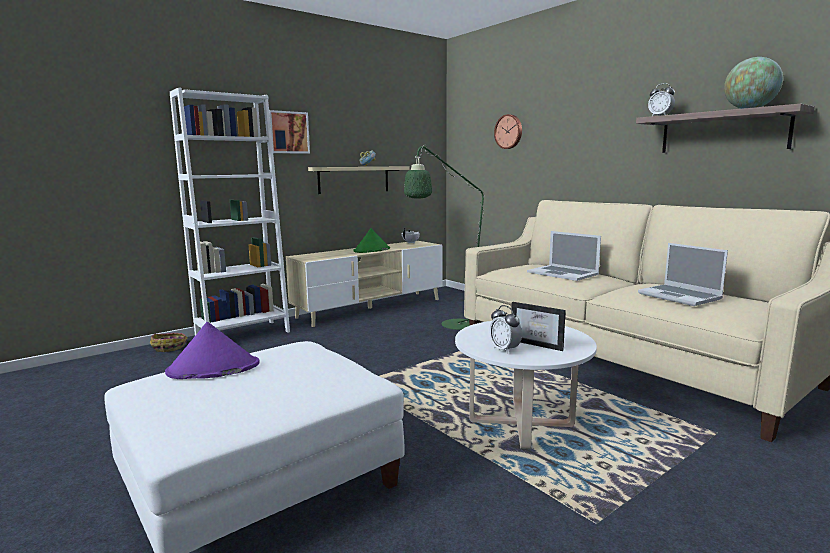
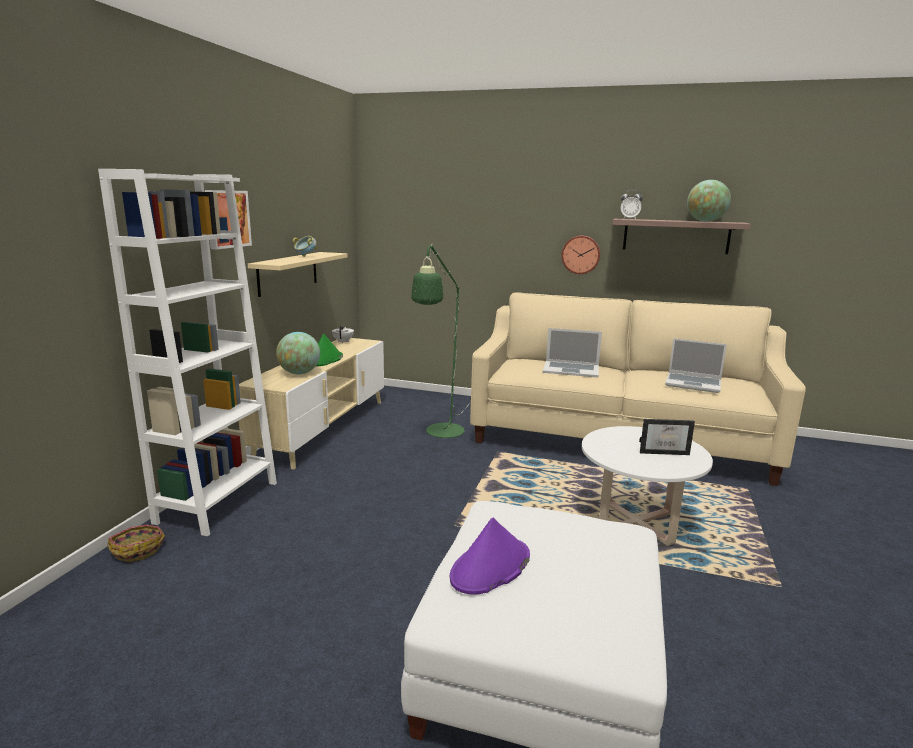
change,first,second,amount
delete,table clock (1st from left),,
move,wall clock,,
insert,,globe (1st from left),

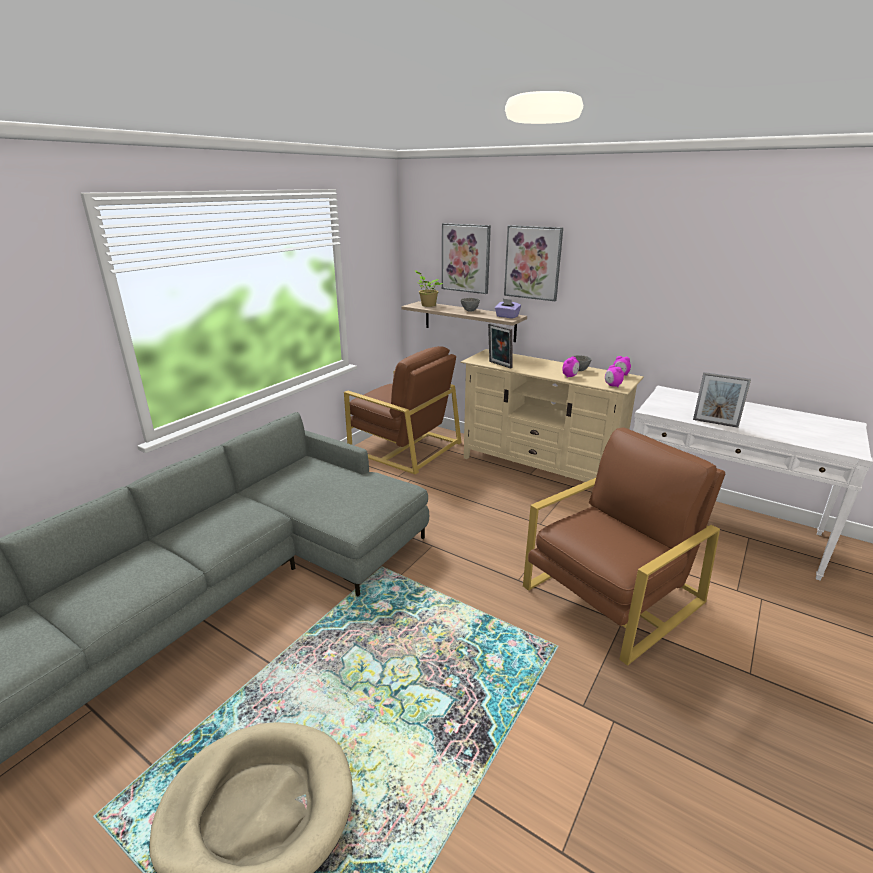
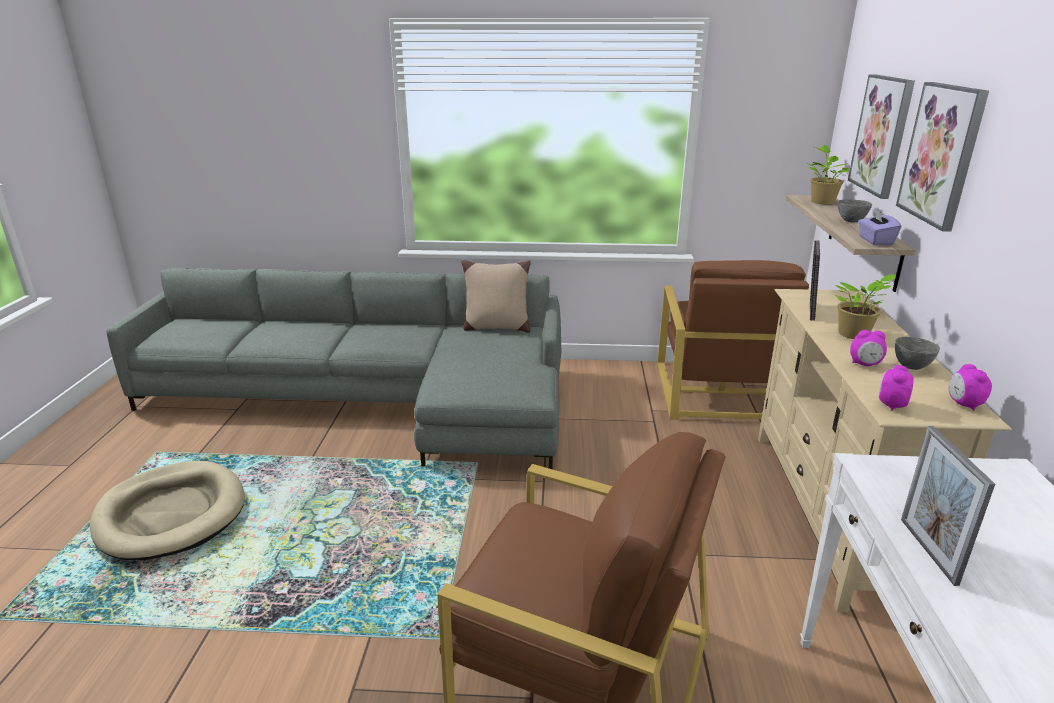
change,first,second,amount
insert,,beige-coloured cushion,
insert,,houseplant (2nd from left),

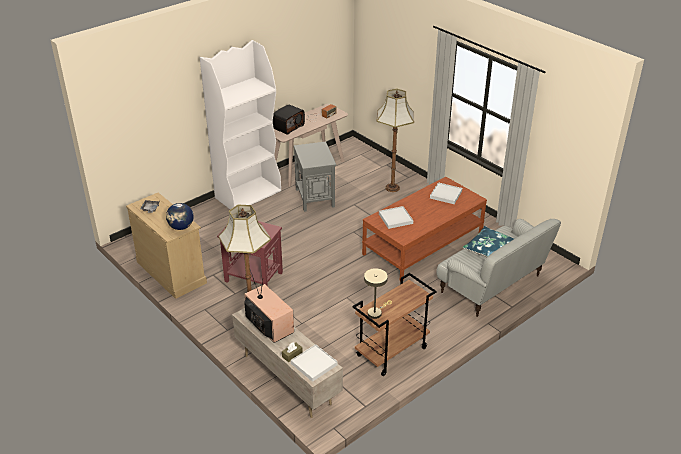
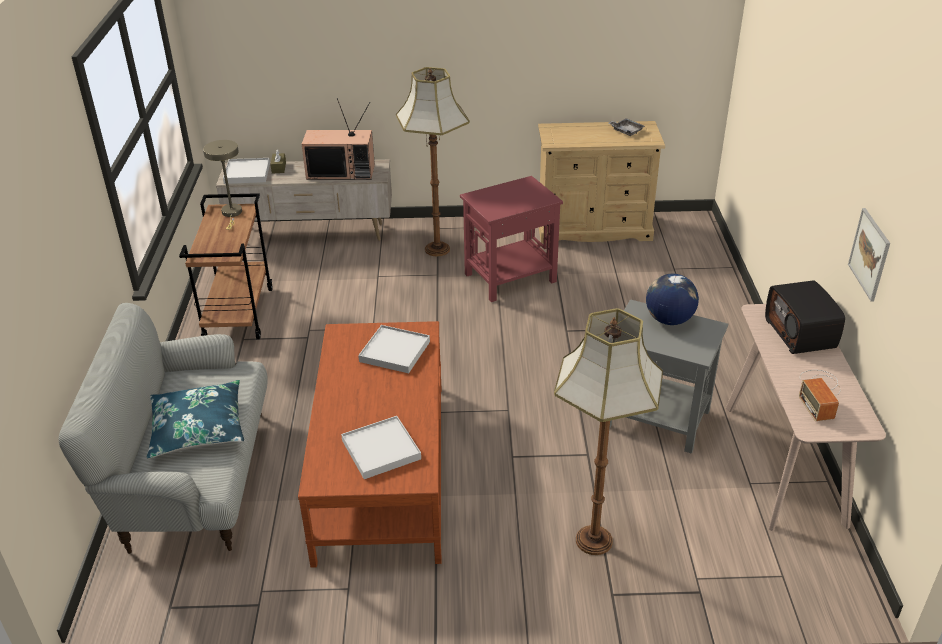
change,first,second,amount
move,globe,,
delete,whitish bookcase,,
insert,,wall picture,

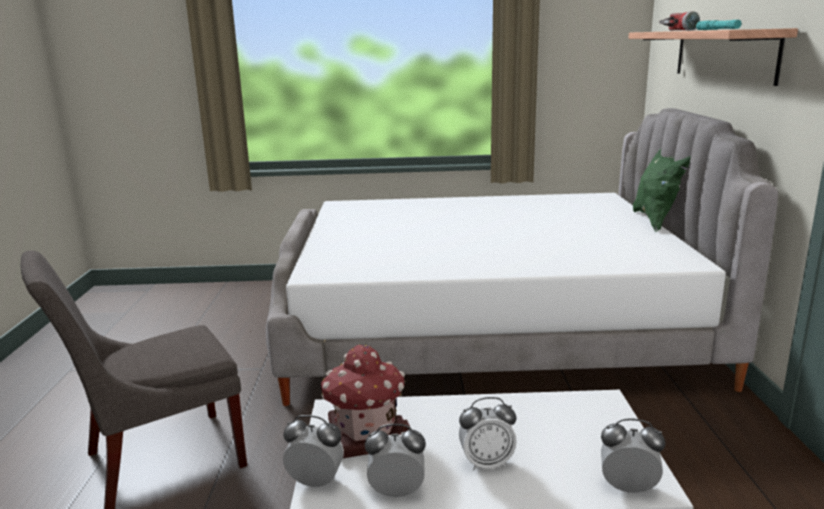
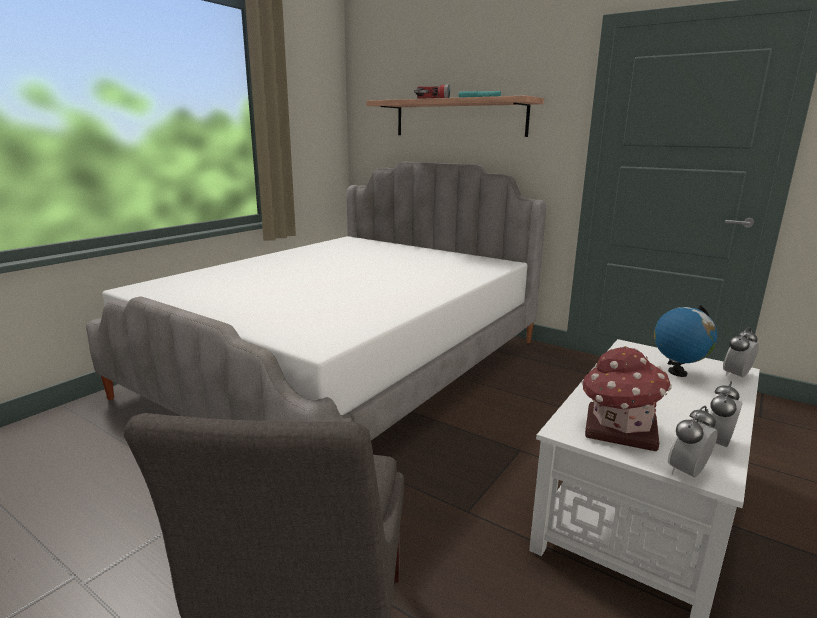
change,first,second,amount
delete,table clock (3rd from left),,
delete,greenish cushion,,
insert,,globe,

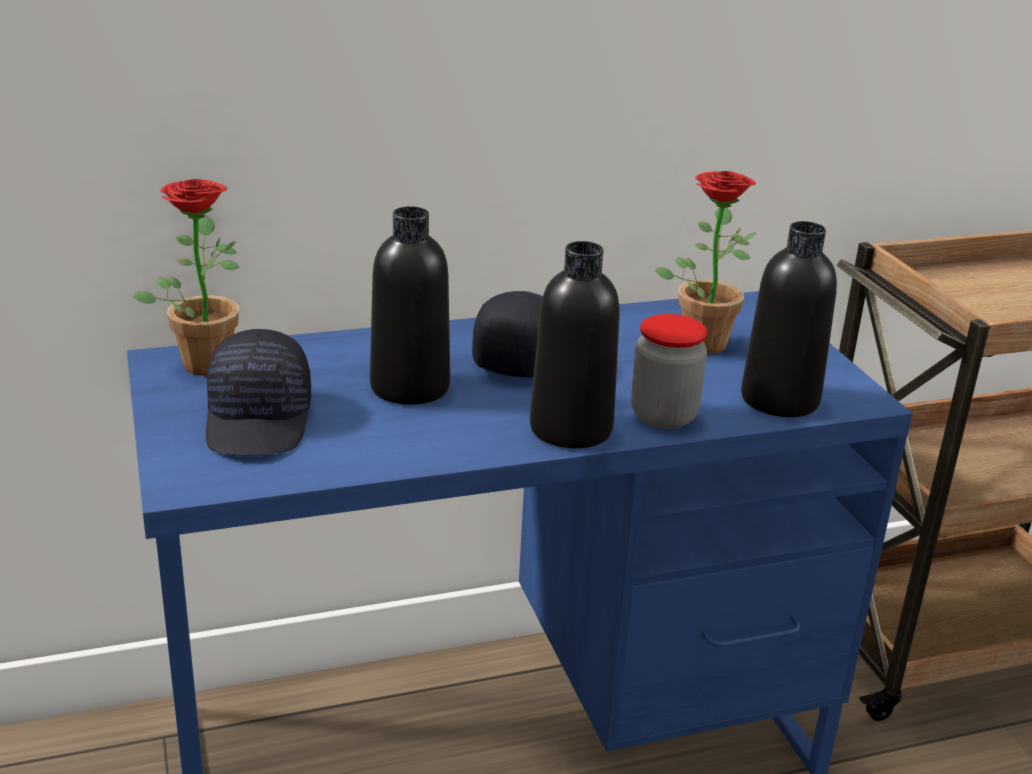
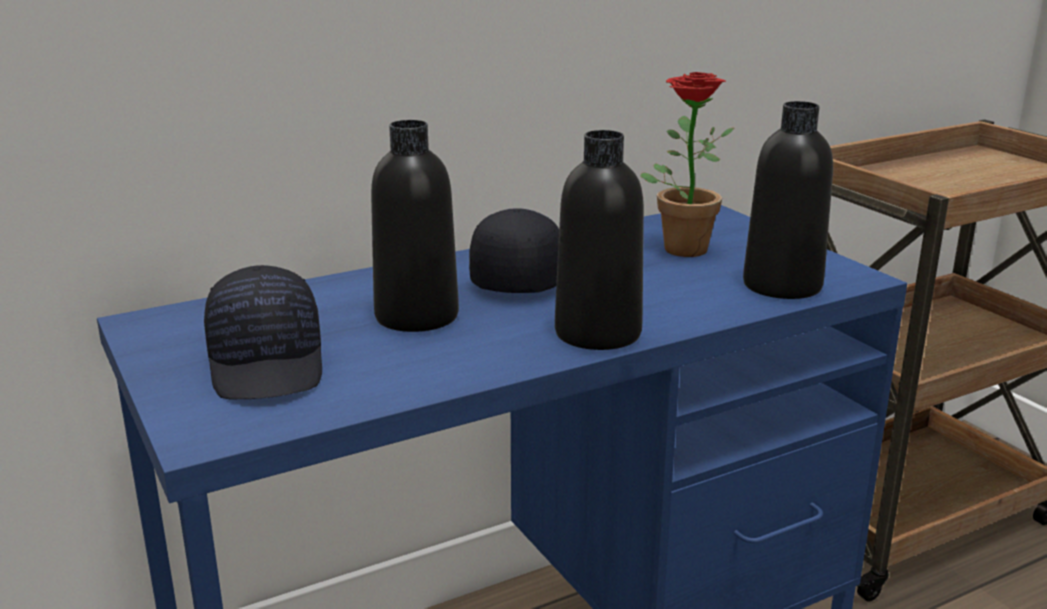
change,first,second,amount
delete,houseplant (1st from left),,
delete,jar,,

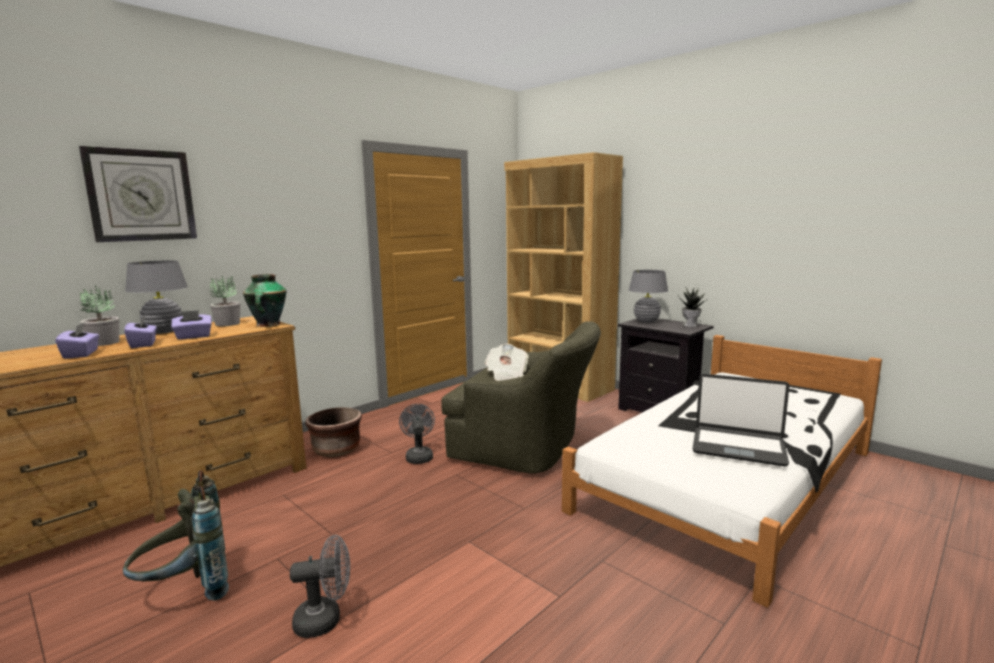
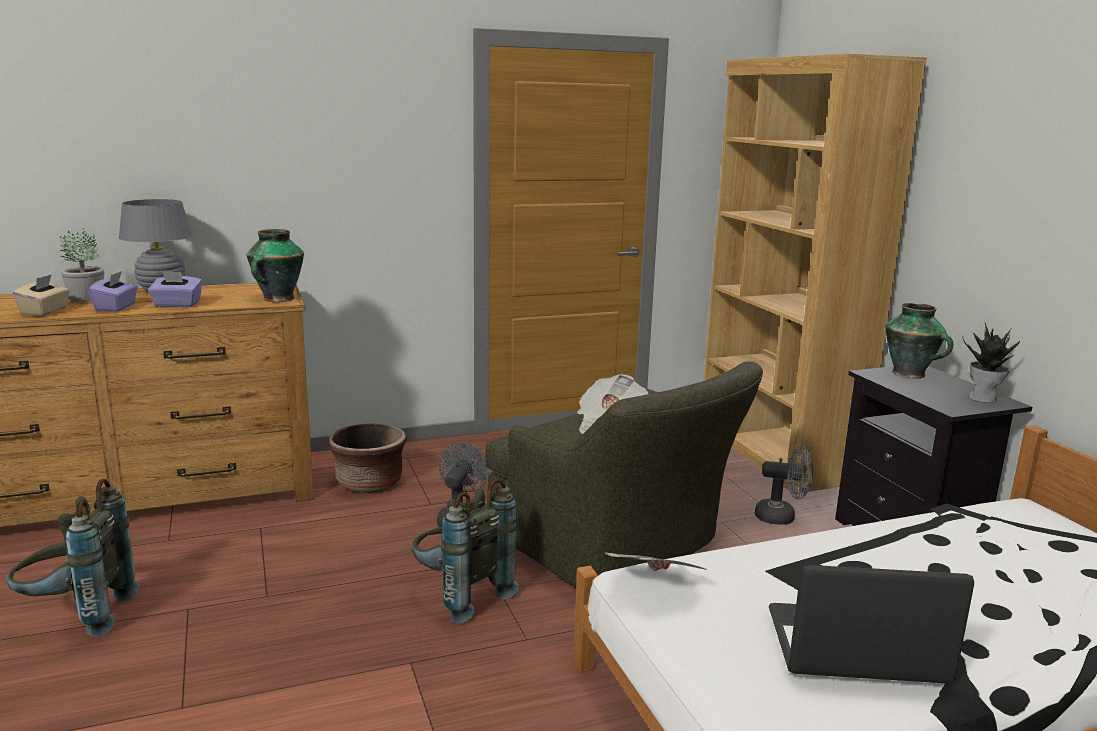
change,first,second,amount
recolor,purplish tissue box (1st from left),beige-coloured tissue box,
delete,wall clock,,
delete,houseplant (2nd from left),,
move,greyish electric fan (1st from left in the first image),greyish electric fan (2nd from left),
replace,greyish lamp for a table (2nd from left),vase (2nd from left),
rotate,notebook computer,,135 degrees clockwise
insert,,greyish backpack (2nd from left),
insert,,printed paper (2nd from left),

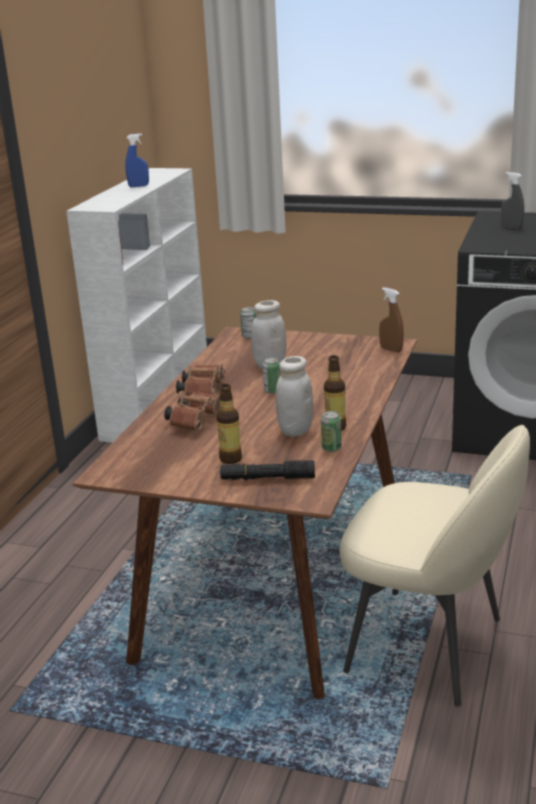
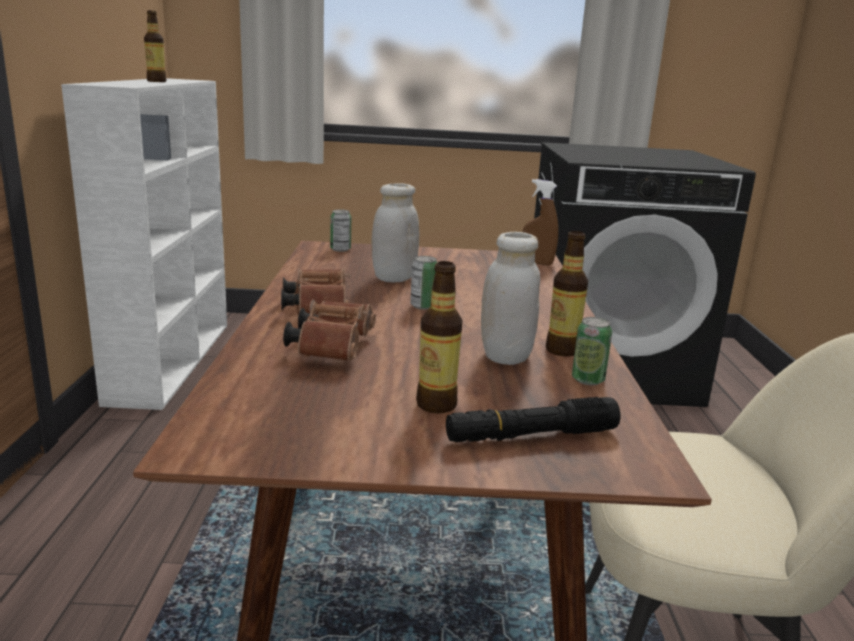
change,first,second,amount
replace,blue-coloured hand sprayer,drink bottle (1st from left),
delete,greyish hand sprayer,,

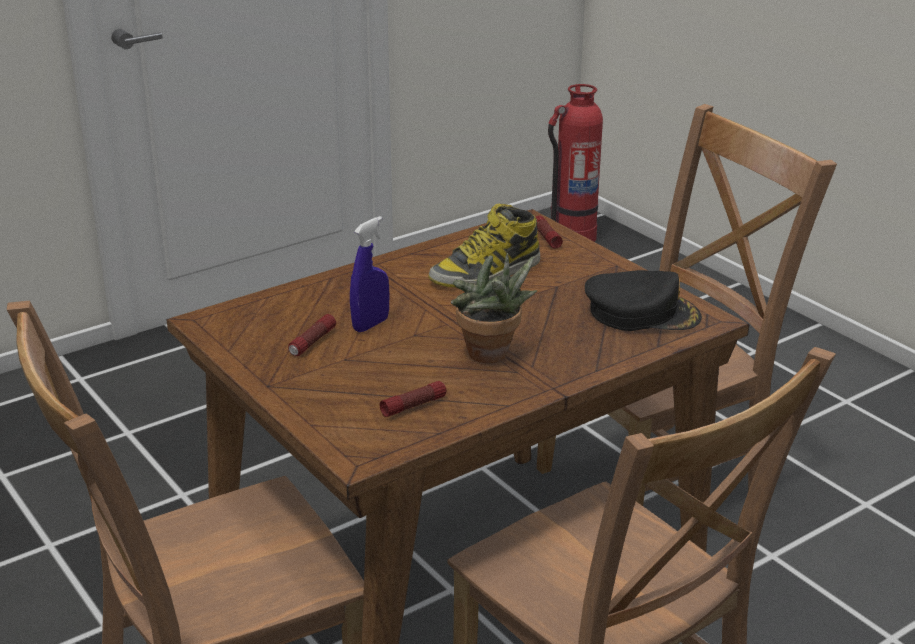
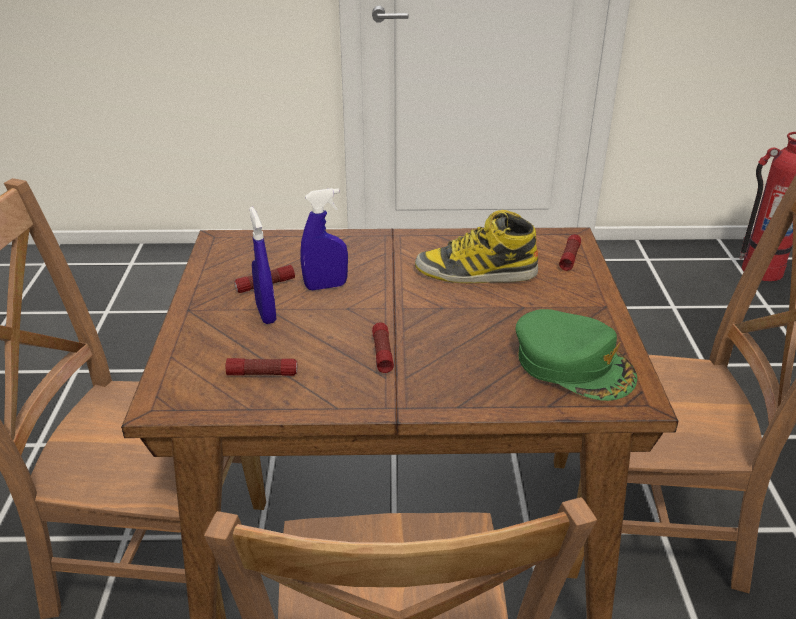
change,first,second,amount
replace,houseplant,torch (3rd from left),
recolor,blackish peaked cap,greenish peaked cap,
insert,,blue-coloured hand sprayer (1st from left),

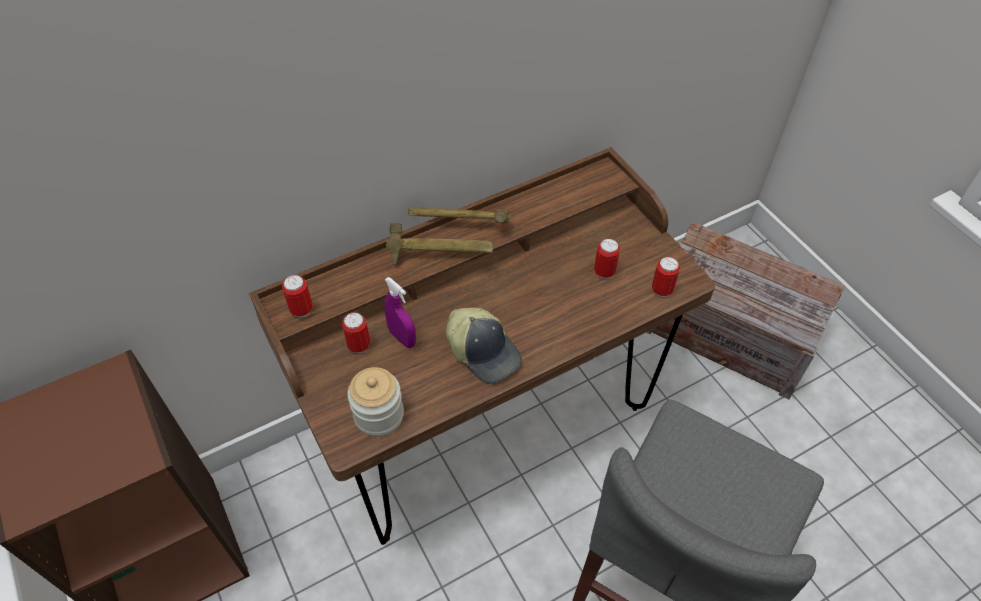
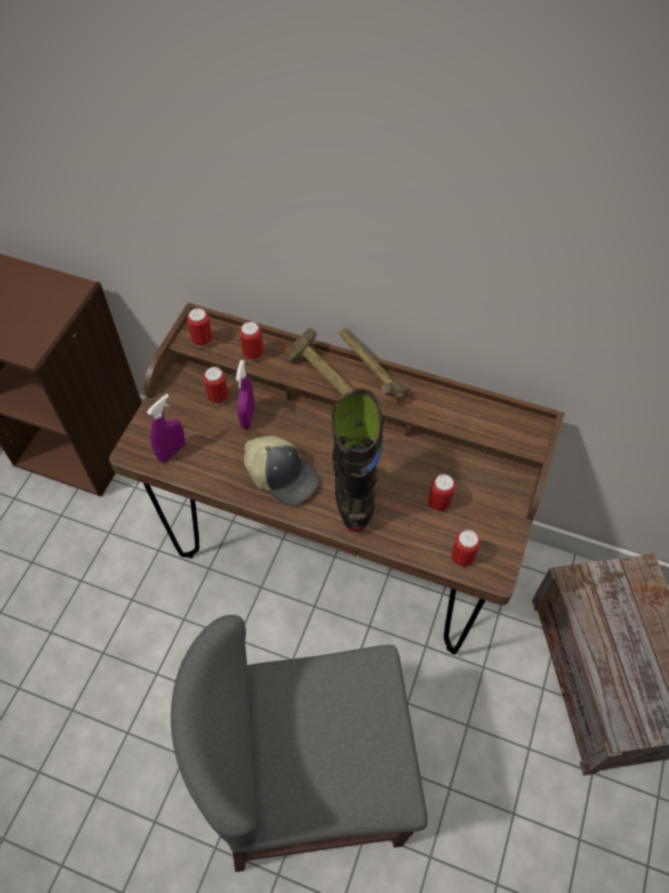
change,first,second,amount
replace,jar,purplish hand sprayer (1st from left),
rotate,peaked cap,,60 degrees counterclockwise
insert,,metal can (3rd from left),
insert,,blackish high-top boot,

